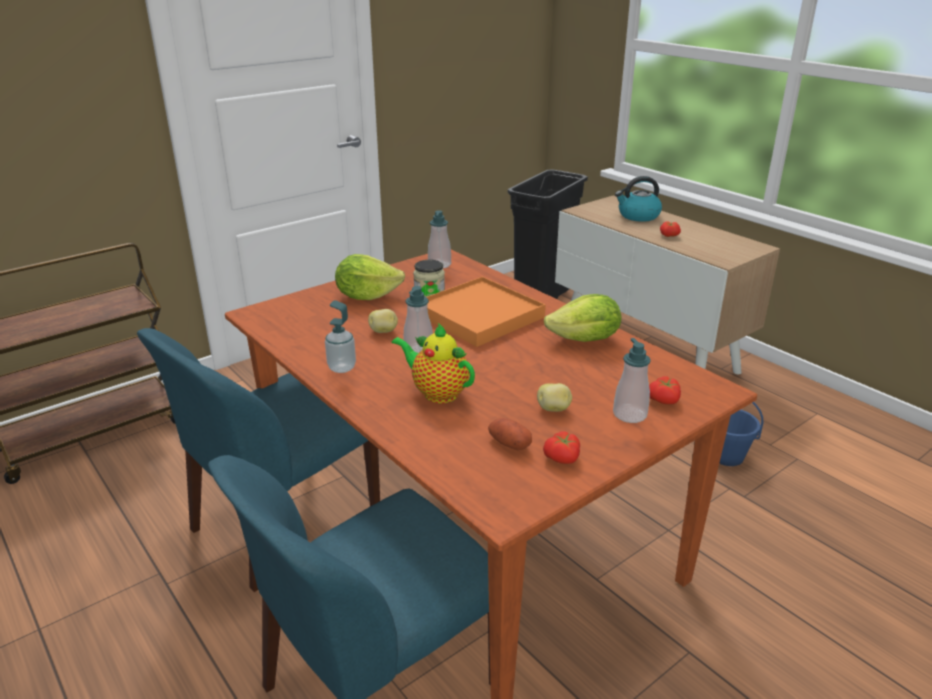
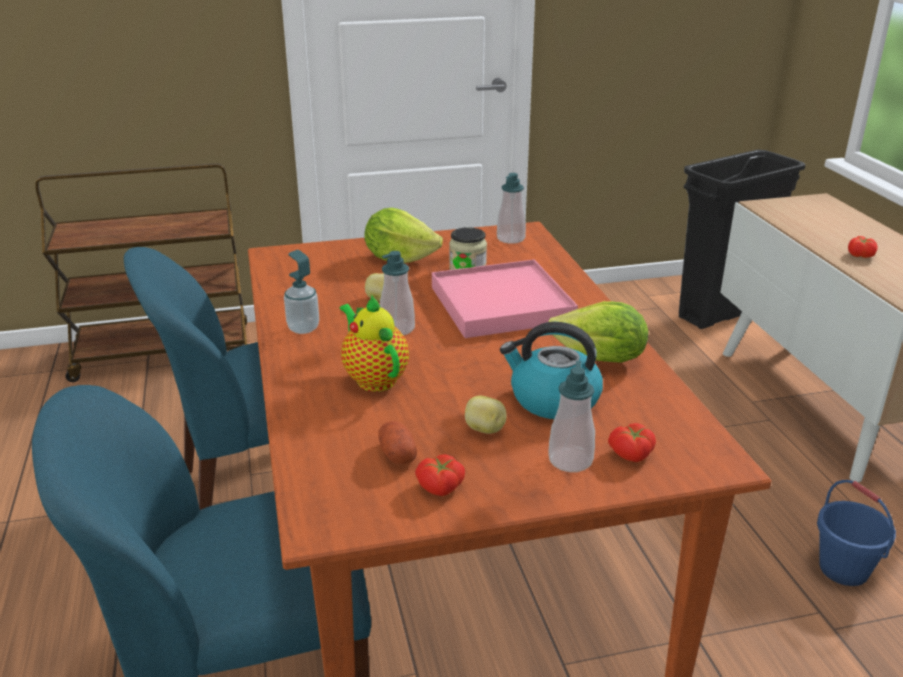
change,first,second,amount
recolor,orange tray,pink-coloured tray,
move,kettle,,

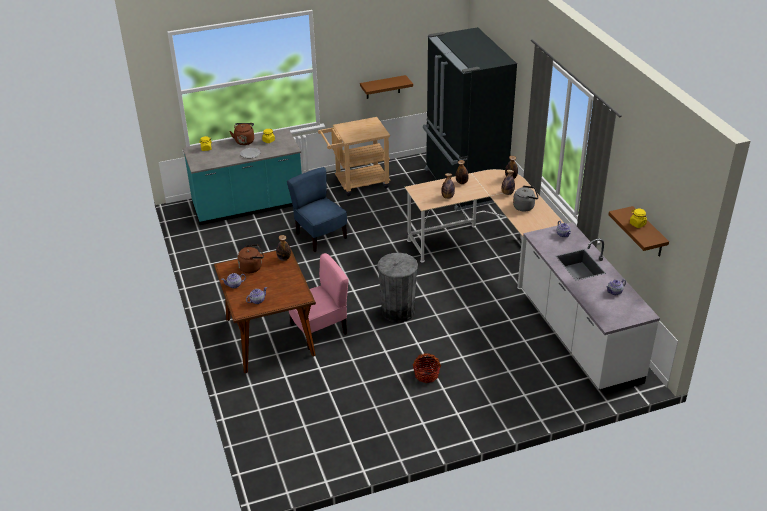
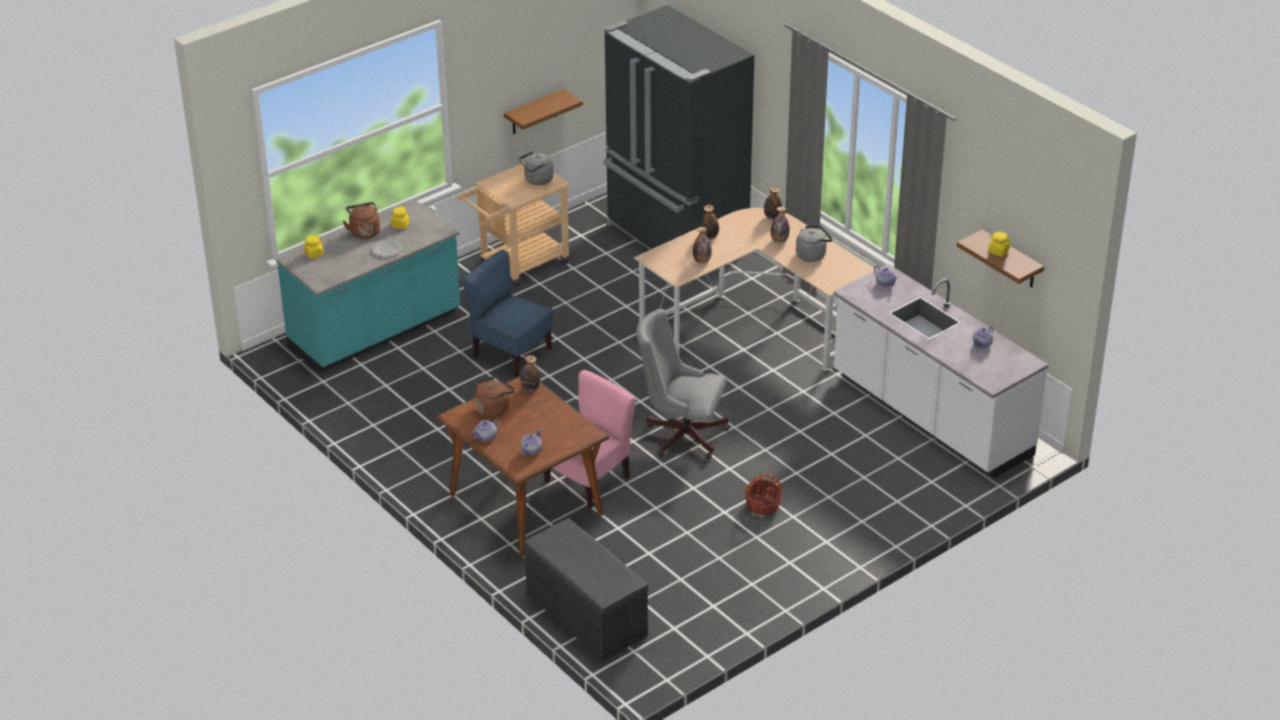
change,first,second,amount
replace,greyish waste bin,greyish office chair,
insert,,greyish kettle (1st from left),
insert,,greyish bench,

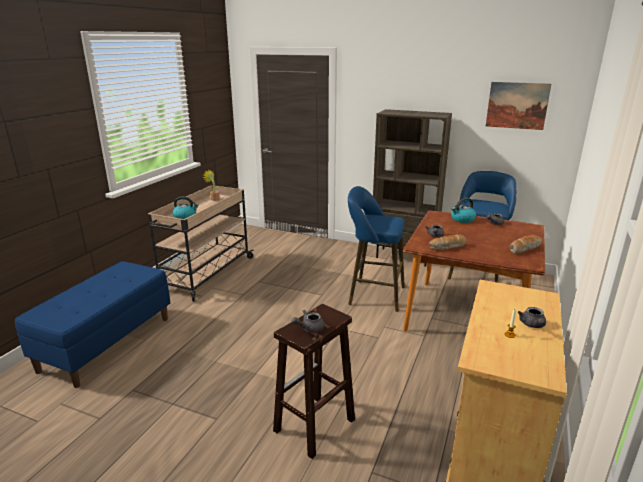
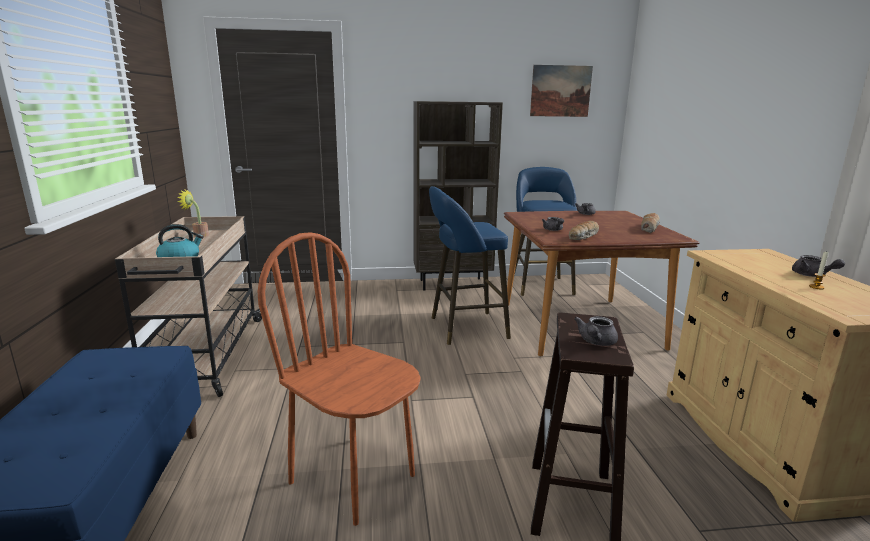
change,first,second,amount
delete,kettle (2nd from left),,
insert,,brownish plain chair,

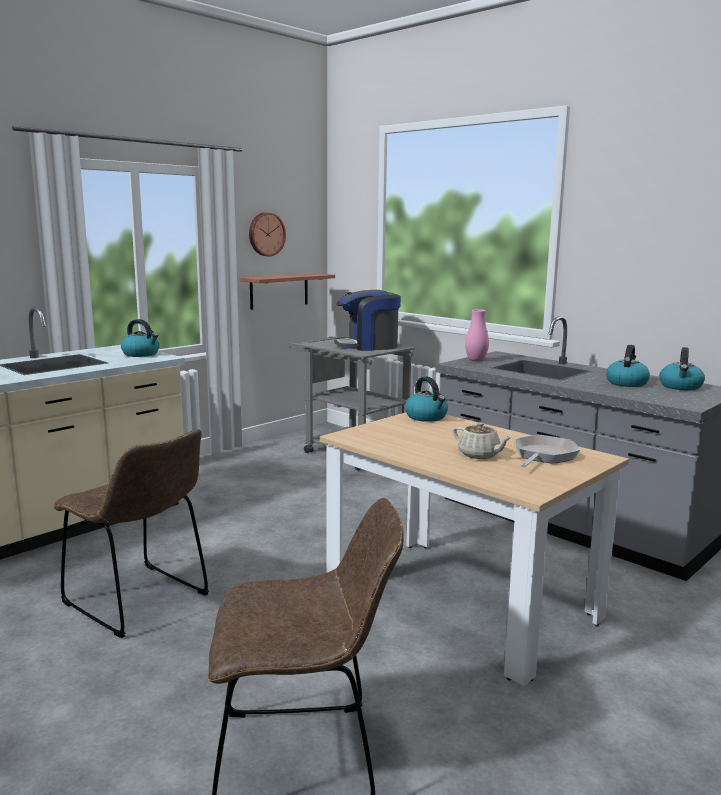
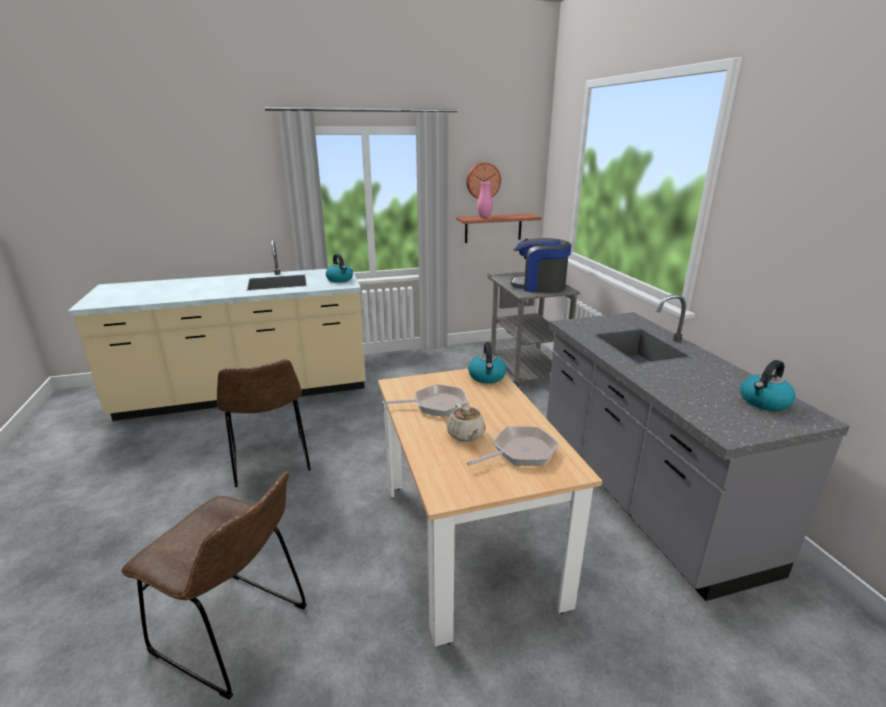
change,first,second,amount
move,pink-coloured vase,,
delete,kettle (3rd from left),,
insert,,skillet (1st from left),

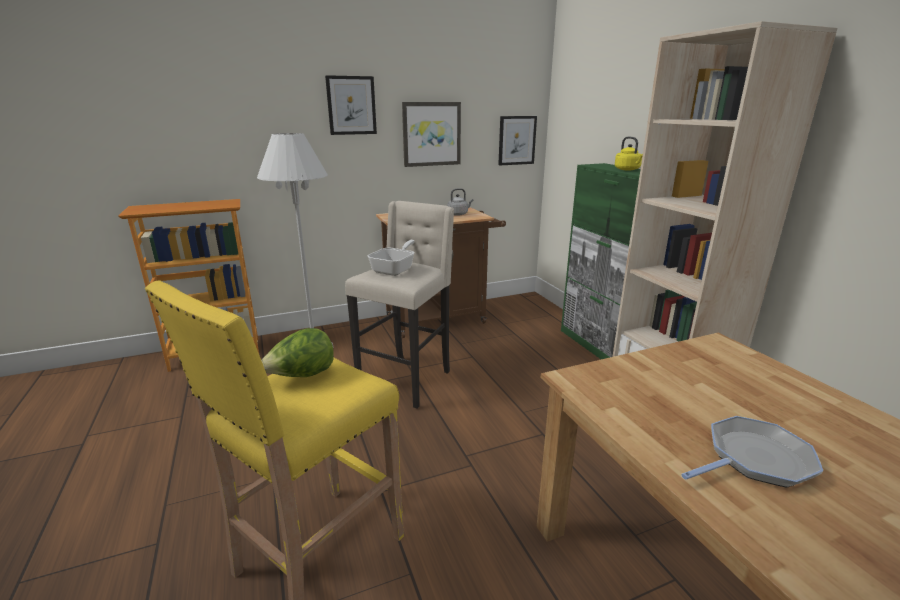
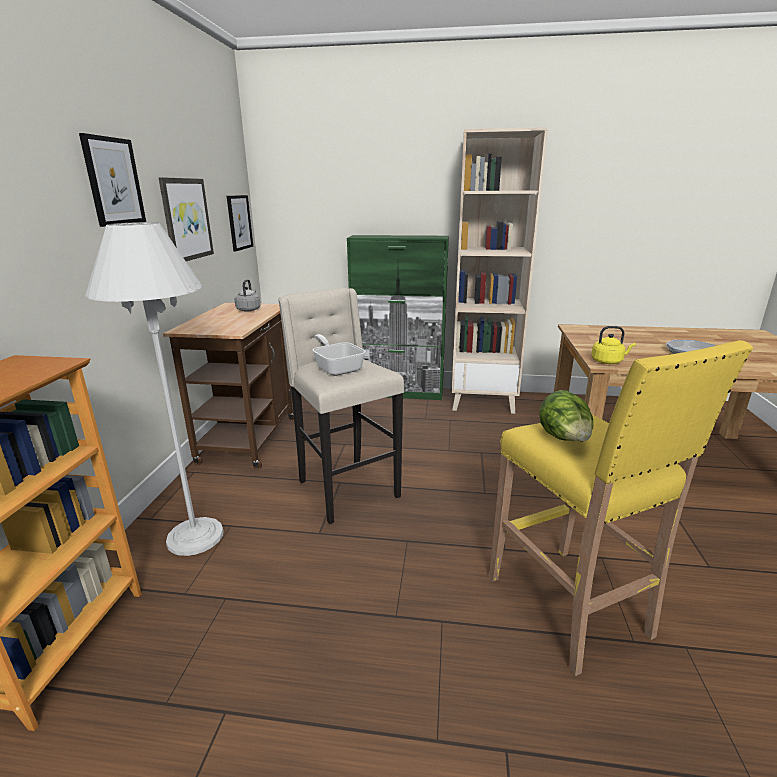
change,first,second,amount
move,yellowish kettle,,

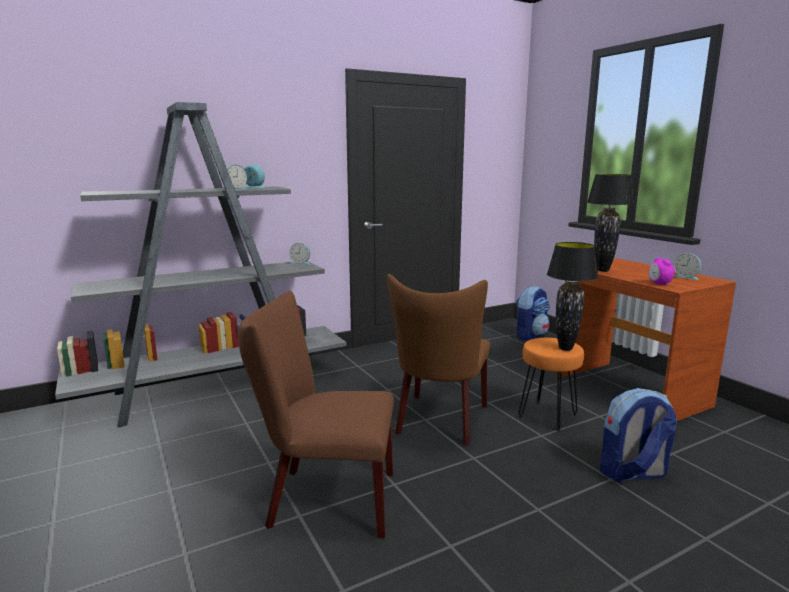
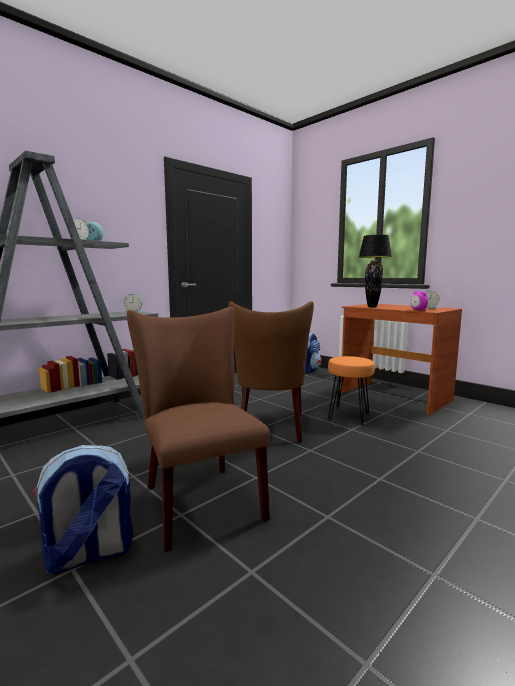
change,first,second,amount
rotate,brownish plain chair (1st from left),,75 degrees clockwise
delete,blackish lamp for a table (1st from left),,
move,backpack (2nd from left in the first image),backpack (1st from left),

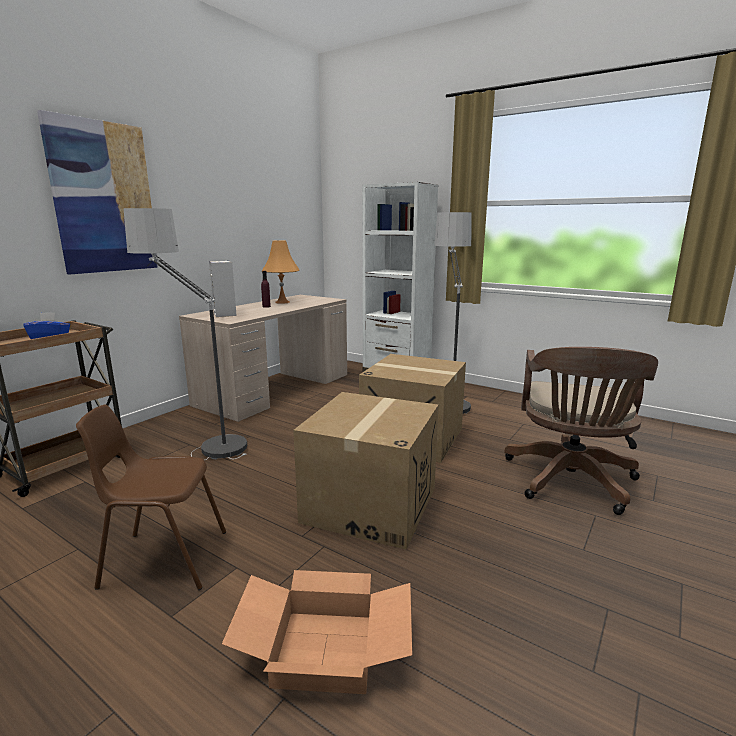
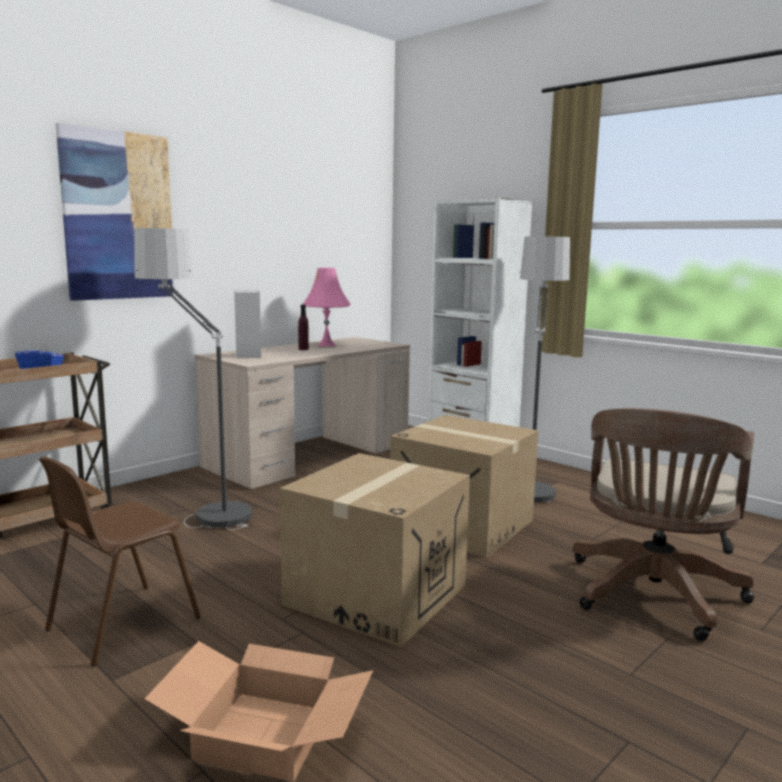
change,first,second,amount
rotate,brownish plain chair,,60 degrees counterclockwise
recolor,orange lamp for a table,pink-coloured lamp for a table,

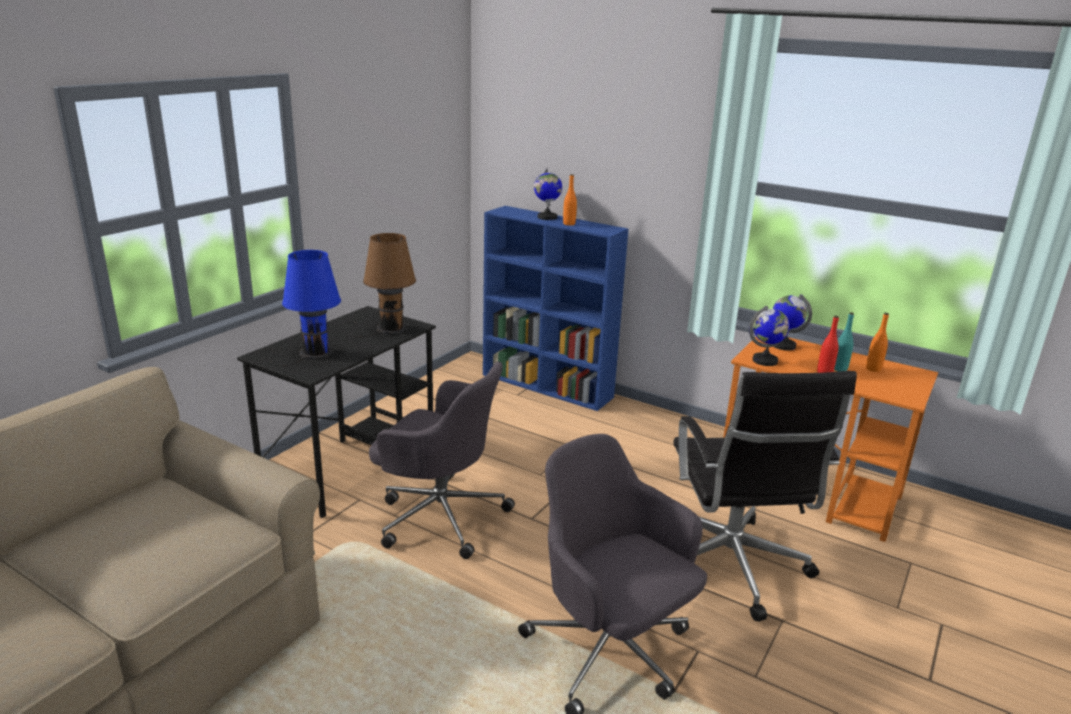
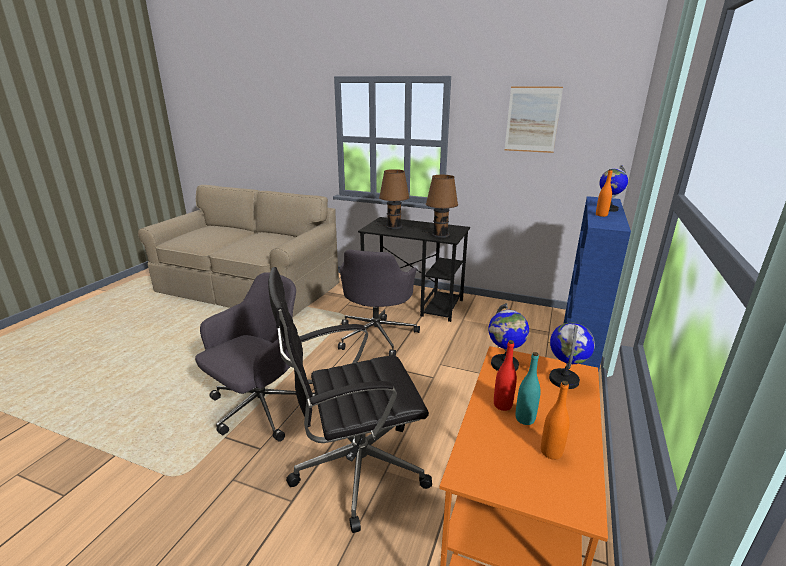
change,first,second,amount
recolor,blue-coloured lamp for a table,brownish lamp for a table (1st from left),
insert,,wall picture,

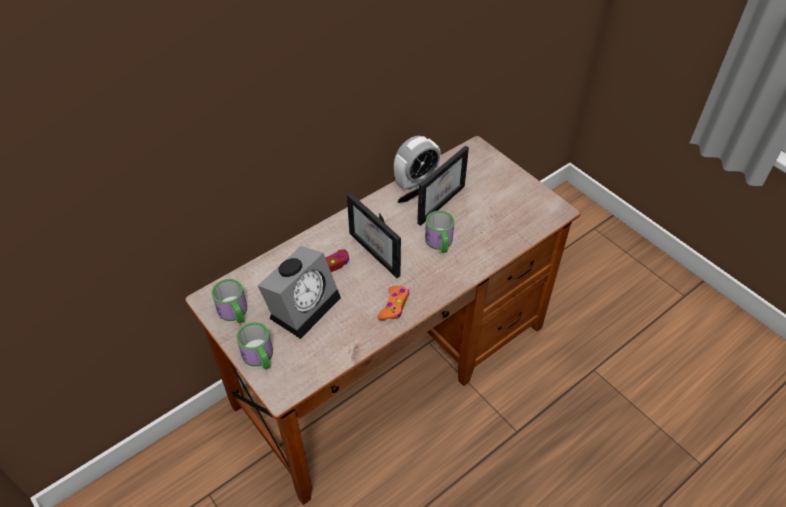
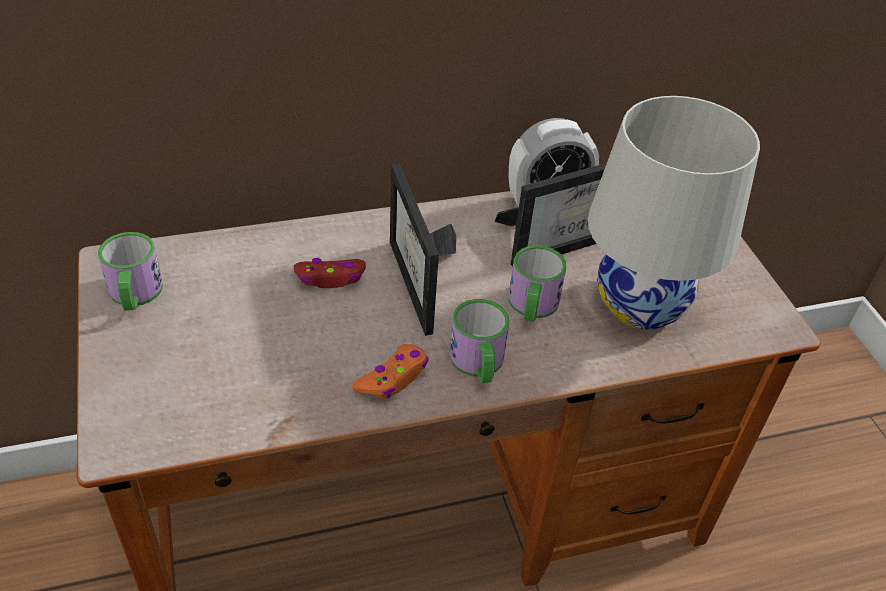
change,first,second,amount
move,coffee mug (2nd from left),,
delete,table clock (1st from left),,
insert,,whitish lamp for a table,

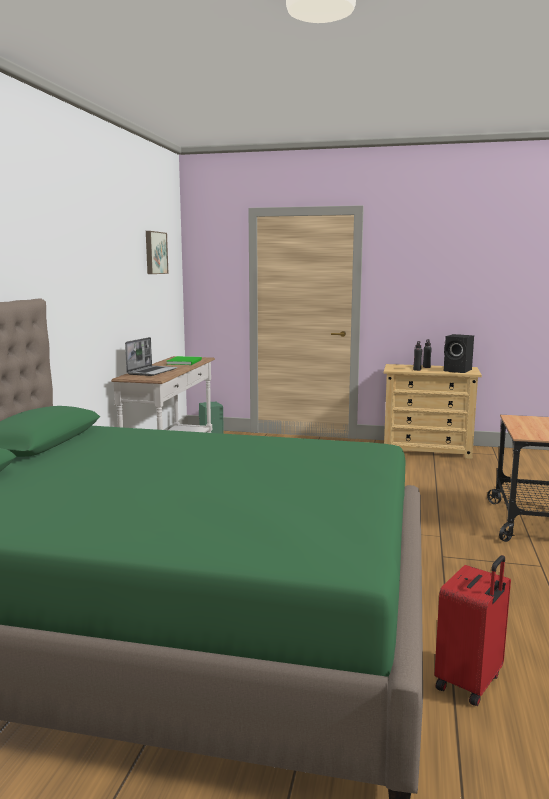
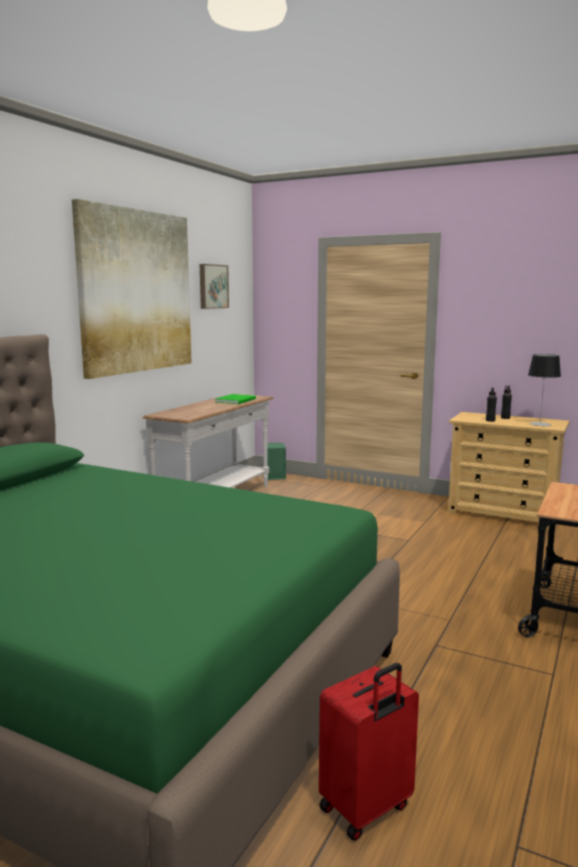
change,first,second,amount
delete,notebook computer,,
replace,blackish loudspeaker,lamp for a table,
insert,,wall picture (1st from left),

